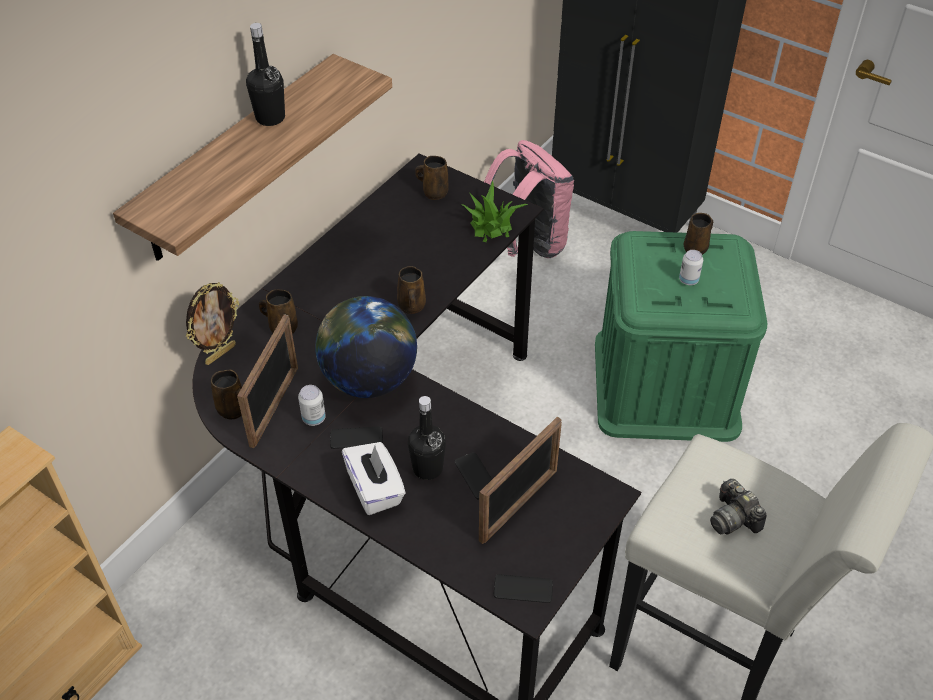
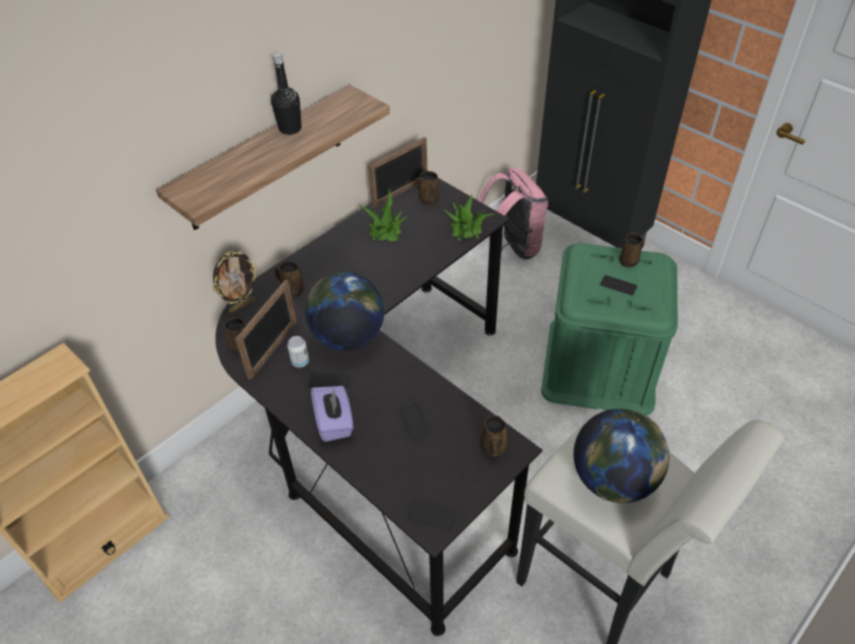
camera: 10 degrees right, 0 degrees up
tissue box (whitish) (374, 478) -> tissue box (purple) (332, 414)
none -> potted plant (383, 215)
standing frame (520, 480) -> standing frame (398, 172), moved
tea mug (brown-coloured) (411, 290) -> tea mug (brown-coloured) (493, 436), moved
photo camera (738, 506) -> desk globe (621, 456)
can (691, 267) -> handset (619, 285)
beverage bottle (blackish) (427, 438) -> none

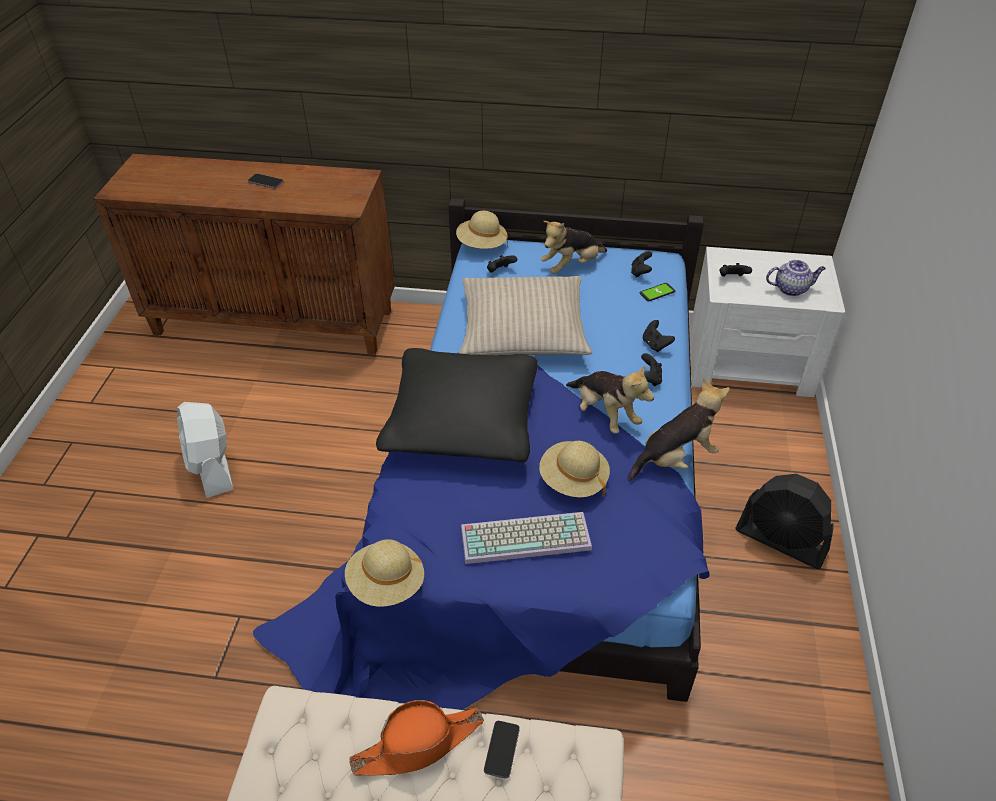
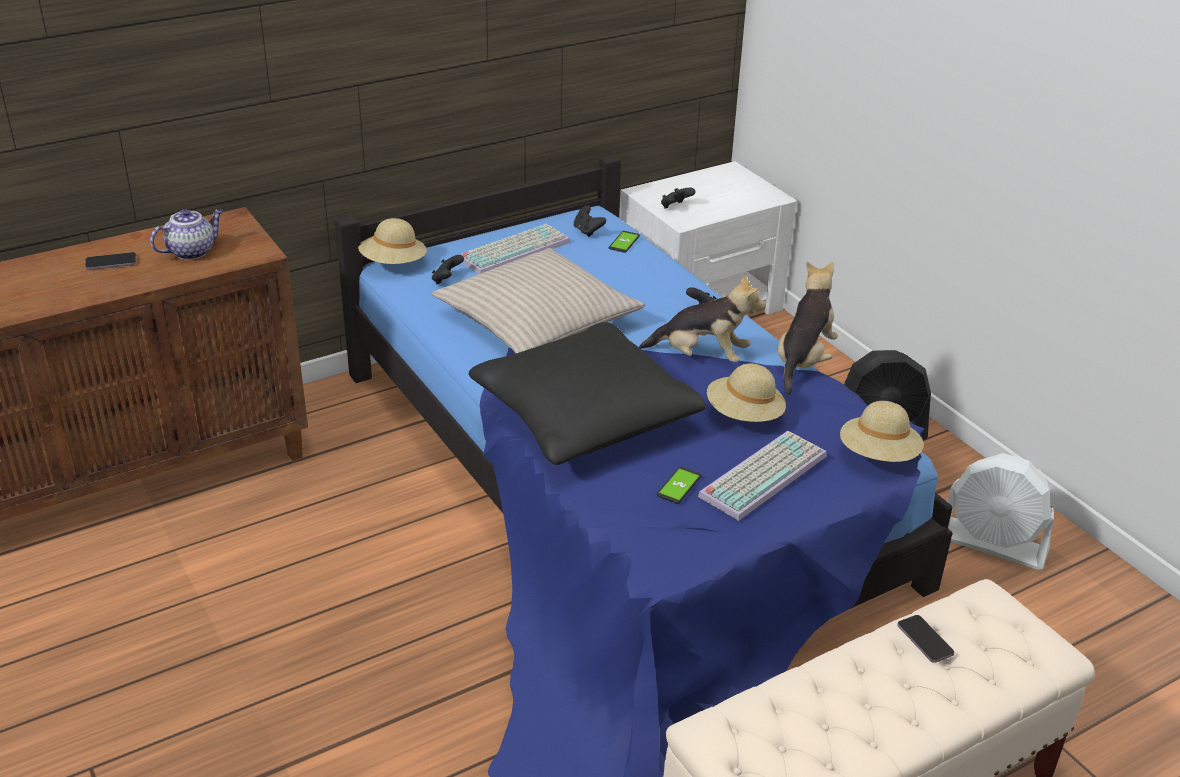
camera: 40 degrees left, 10 degrees down
tea pot (796, 278) -> tea pot (186, 234), moved
cuddly toy (574, 247) -> computer keyboard (515, 249)
none -> handset (679, 485)
clothing hat (beige) (384, 573) -> clothing hat (beige) (882, 431), moved
cooling fan (whitish) (205, 450) -> cooling fan (whitish) (1000, 511), moved
clothing hat (orange-coloured) (416, 738) -> none
game controller (blackish) (659, 336) -> none

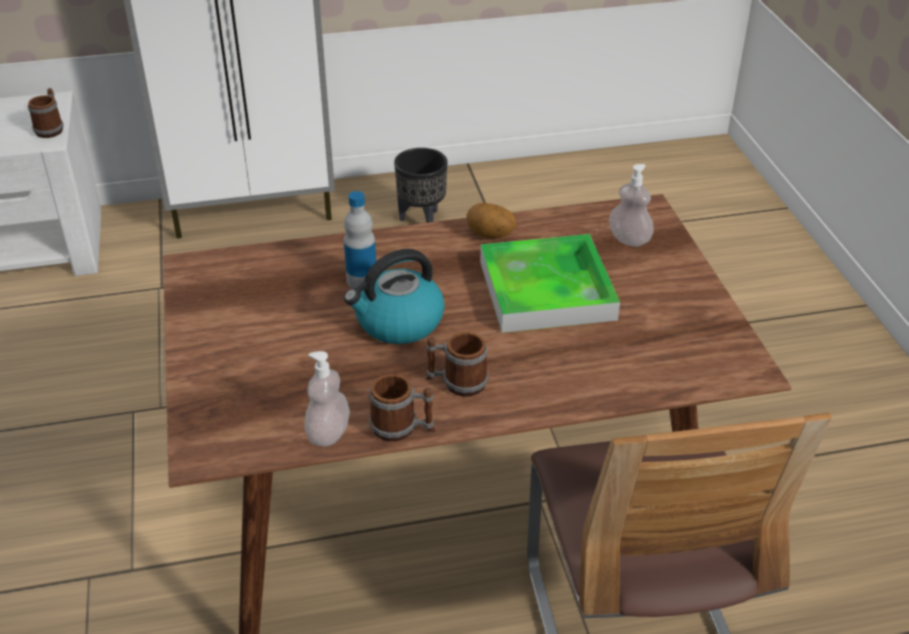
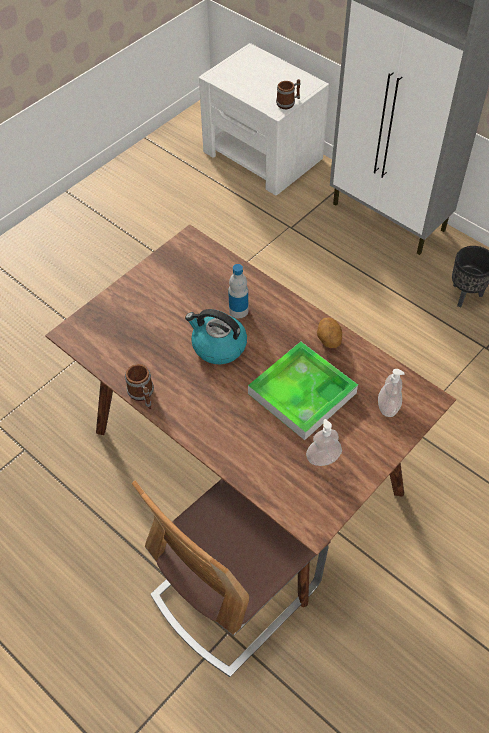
camera: 55 degrees right, 15 degrees up
liquid soap bottle (327, 399) -> liquid soap bottle (324, 442), moved
tea mug (457, 364) -> none

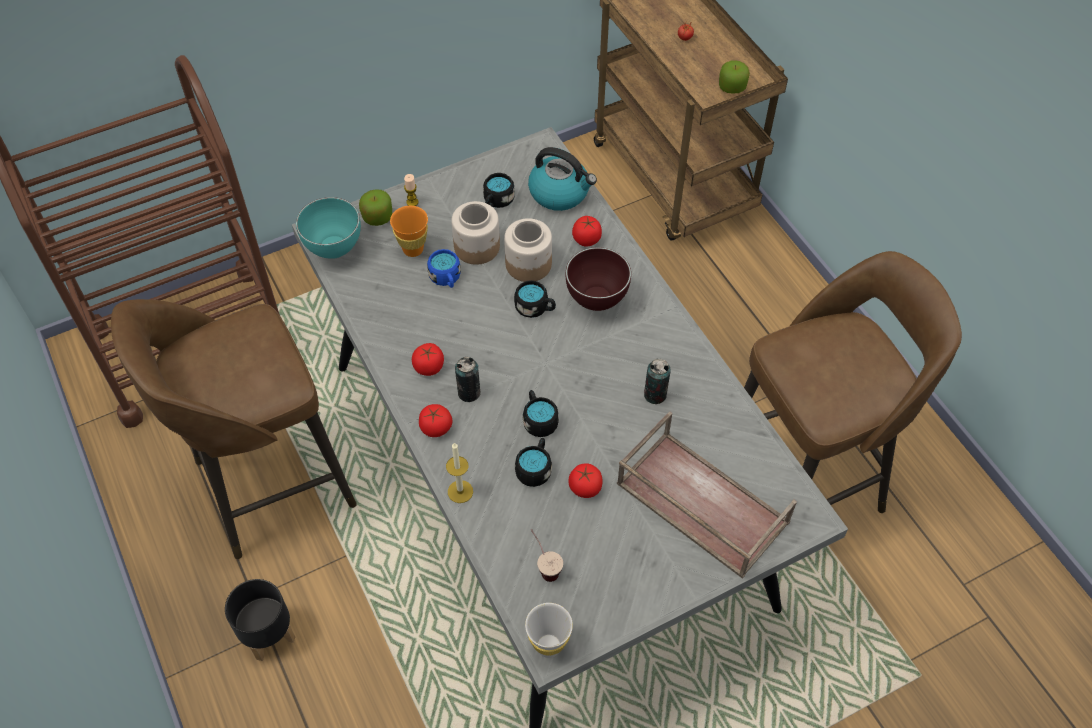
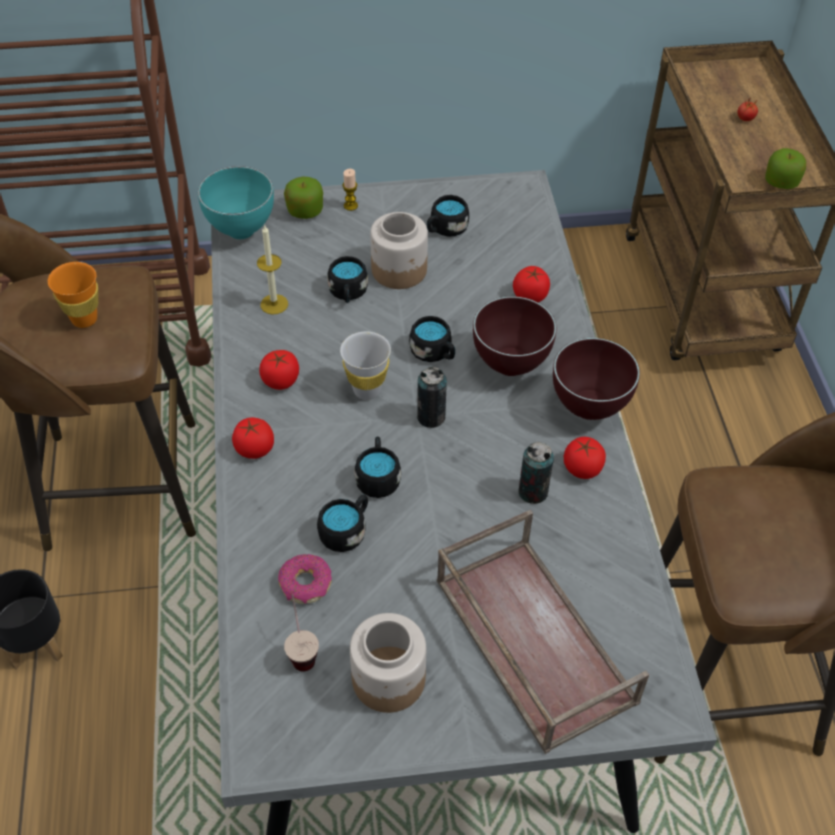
camera: 20 degrees right, 5 degrees down
small cup (orange-coloured) (409, 231) -> small cup (orange-coloured) (73, 295), moved
candle (459, 472) -> candle (272, 270), moved
none -> doughnut (305, 579)
tea mug (blue) (444, 268) -> tea mug (blackish) (347, 279)
small cup (whitish) (549, 630) -> small cup (whitish) (365, 365), moved
jar (528, 250) -> jar (388, 663), moved
can (467, 379) -> can (432, 397), moved
none -> deep dish (brown-coloured) (596, 379)
tomato (585, 480) -> tomato (585, 458), moved
water kettle (562, 179) -> none

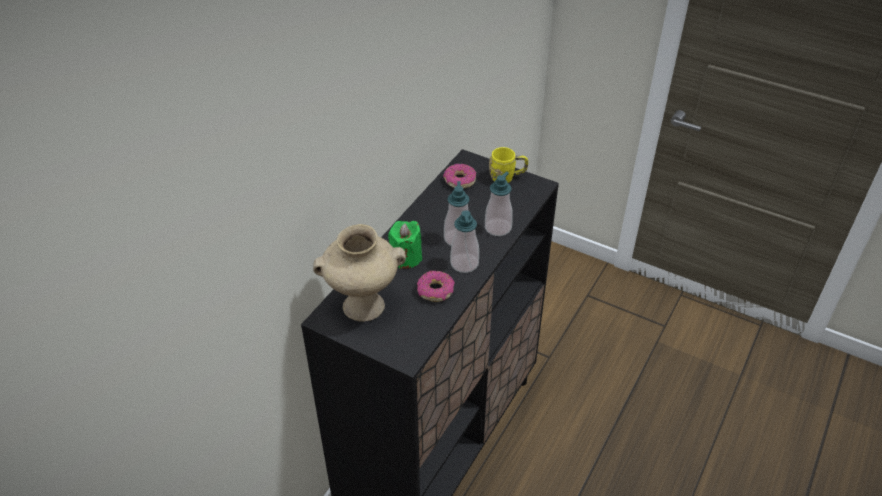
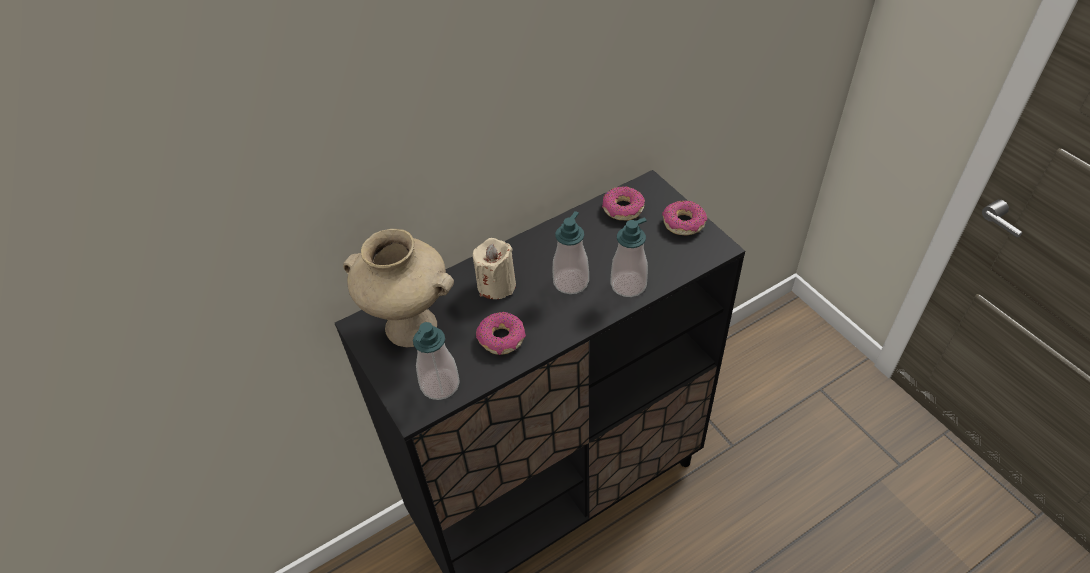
camera: 30 degrees right, 5 degrees up
liquid soap bottle (464, 241) -> liquid soap bottle (436, 361), moved
candle (green-coloured) (405, 245) -> candle (beige) (494, 268)
tea mug (yellowish) (508, 165) -> doughnut (684, 217)

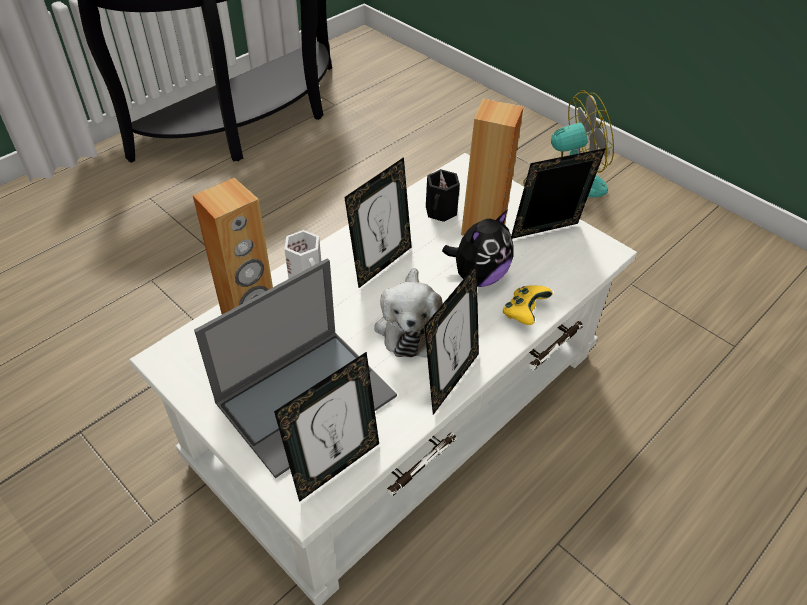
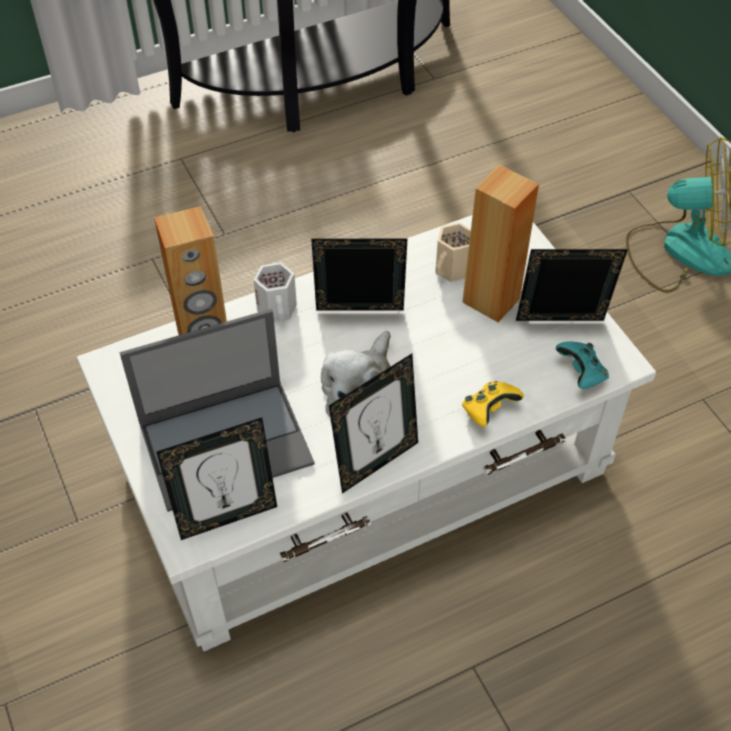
camera: 20 degrees right, 5 degrees up
standing frame (378, 222) -> standing frame (359, 275), 150 degrees counterclockwise
tea mug (blackish) (443, 195) -> tea mug (beige) (453, 252)
none -> game controller (blue-green) (582, 365)
cuddly toy (478, 248) -> none

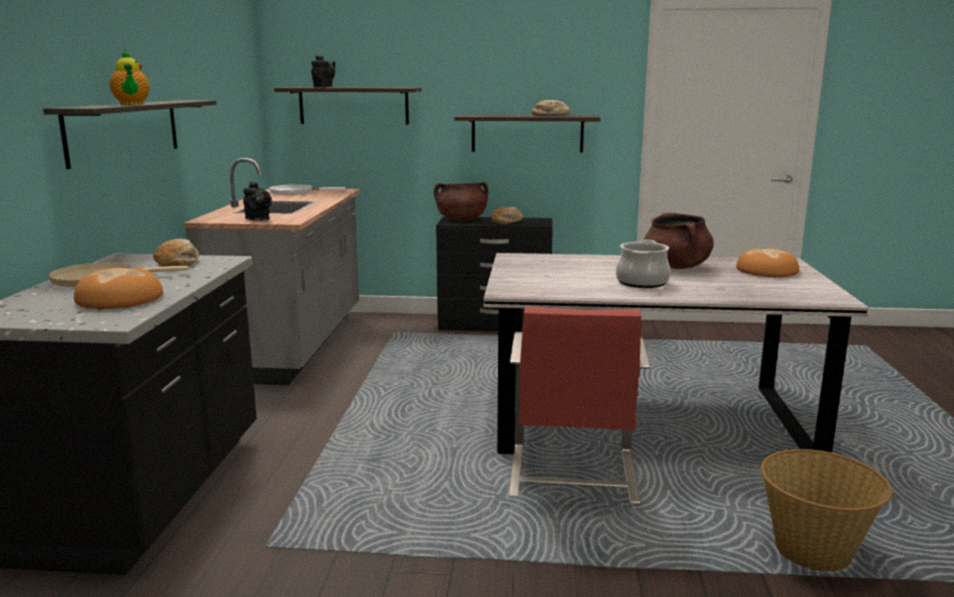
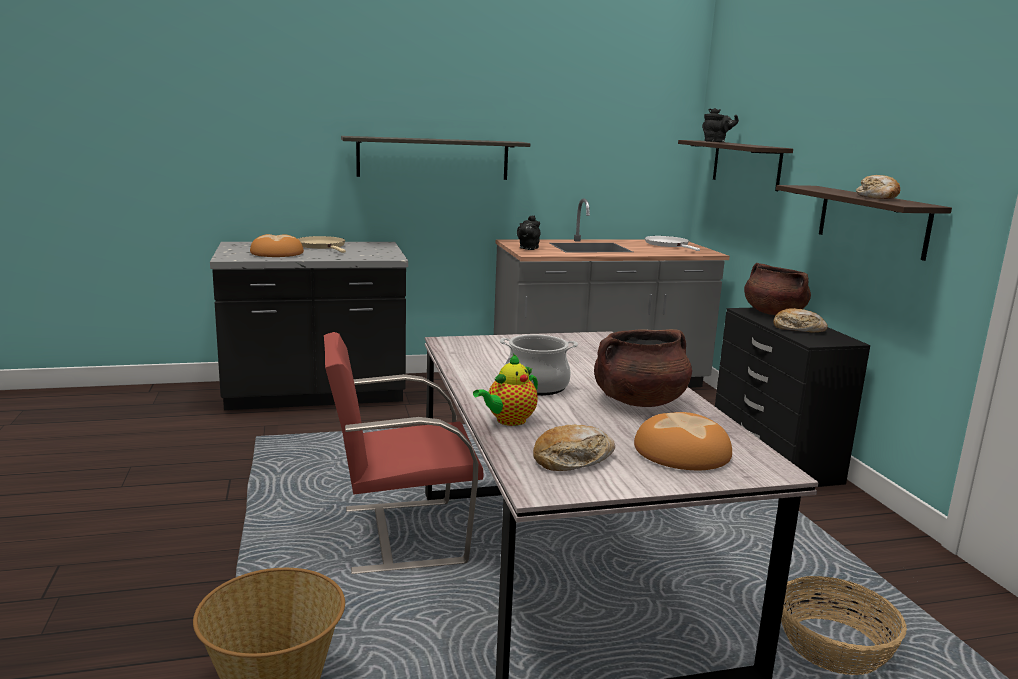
camera: 70 degrees right, 0 degrees up
tea pot (130, 76) -> tea pot (505, 390), moved
bread (176, 253) -> bread (574, 447), moved
none -> storage basket (844, 625)

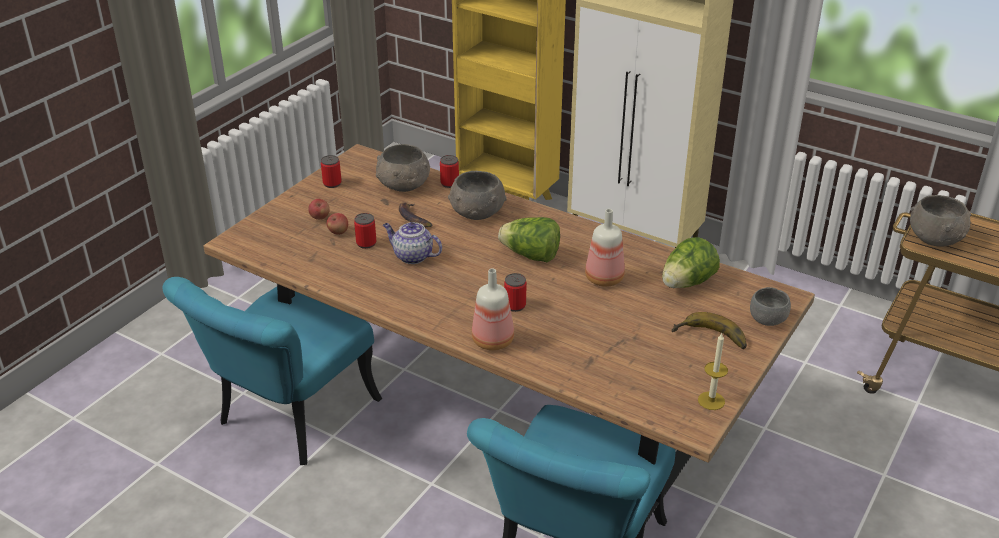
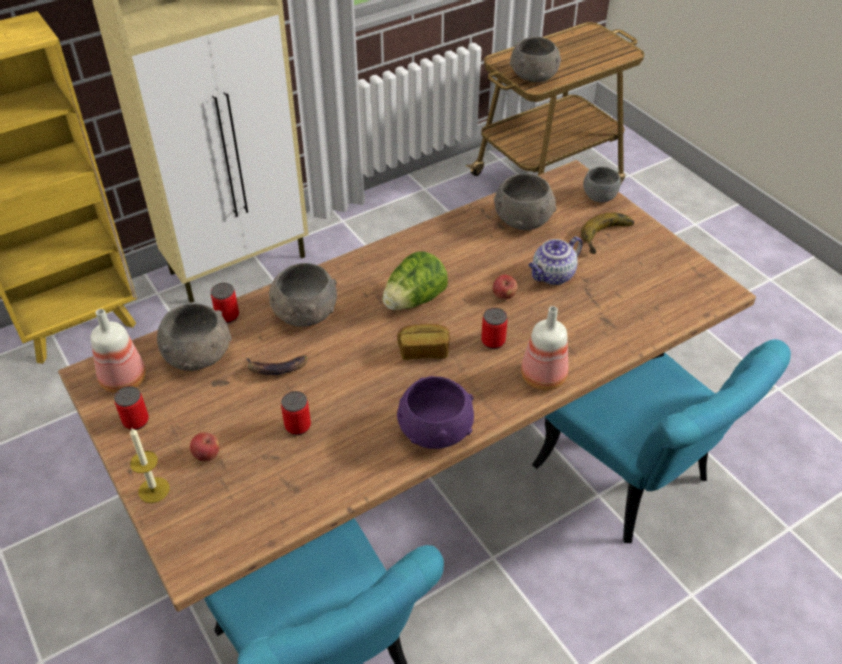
camera: 65 degrees left, 10 degrees up
beverage bottle (605, 248) -> beverage bottle (118, 351), moved
candle (713, 371) -> candle (150, 465), moved
none -> bread (423, 342)
none -> deep dish (purple) (435, 412)
whole apple (337, 224) -> whole apple (505, 287), moved
head of lettuce (691, 262) -> deep dish (grey) (525, 202)
tea pot (412, 243) -> tea pot (555, 260), moved

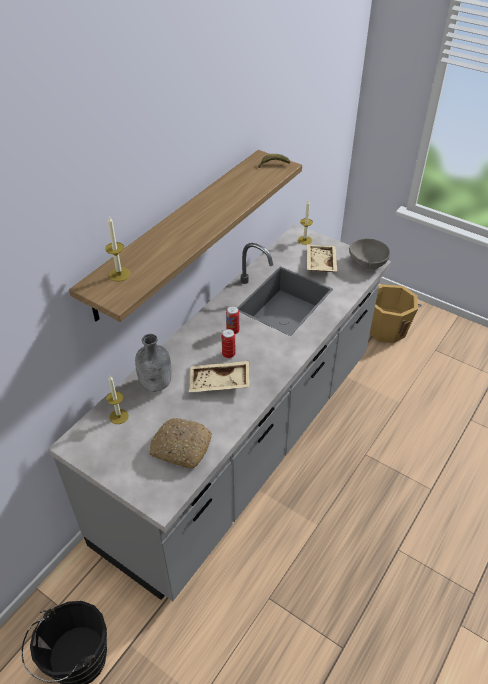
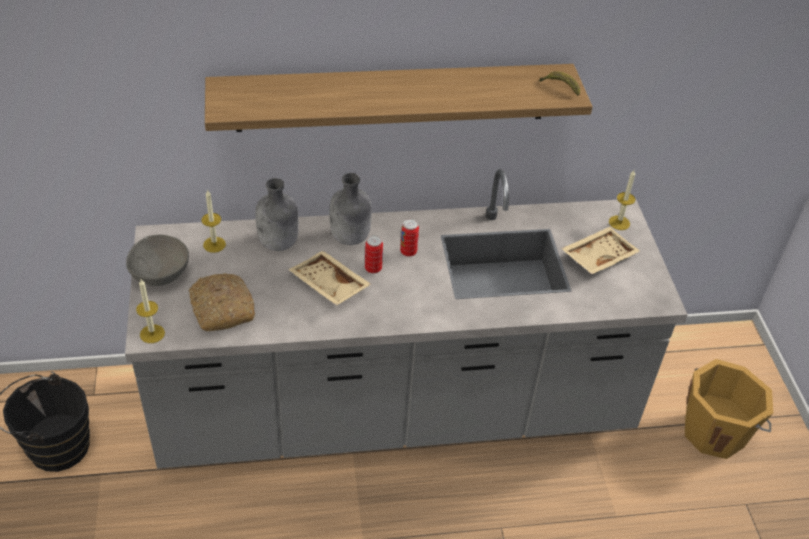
camera: 45 degrees right, 0 degrees up
deep dish (grey) (369, 254) -> deep dish (grey) (157, 260), moved
candle (117, 249) -> candle (150, 311), moved
none -> beverage bottle (grey) (351, 209)

